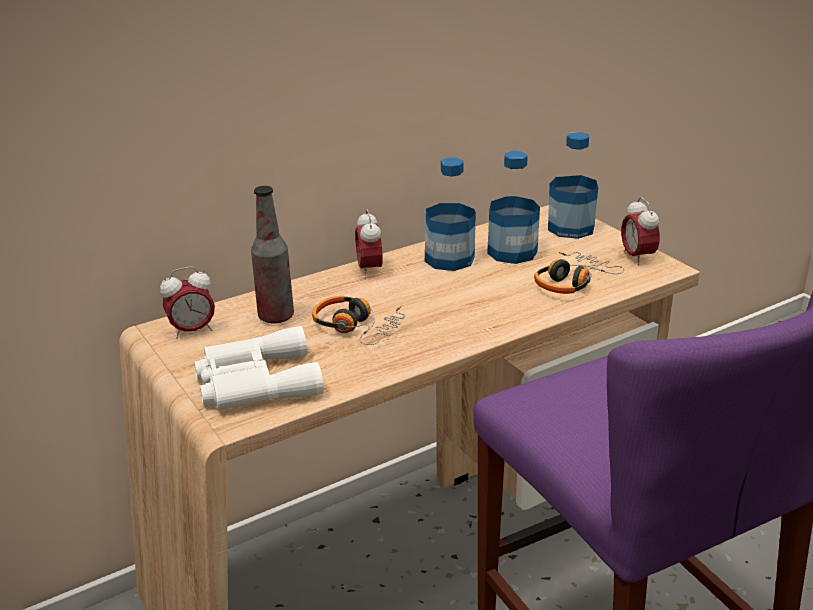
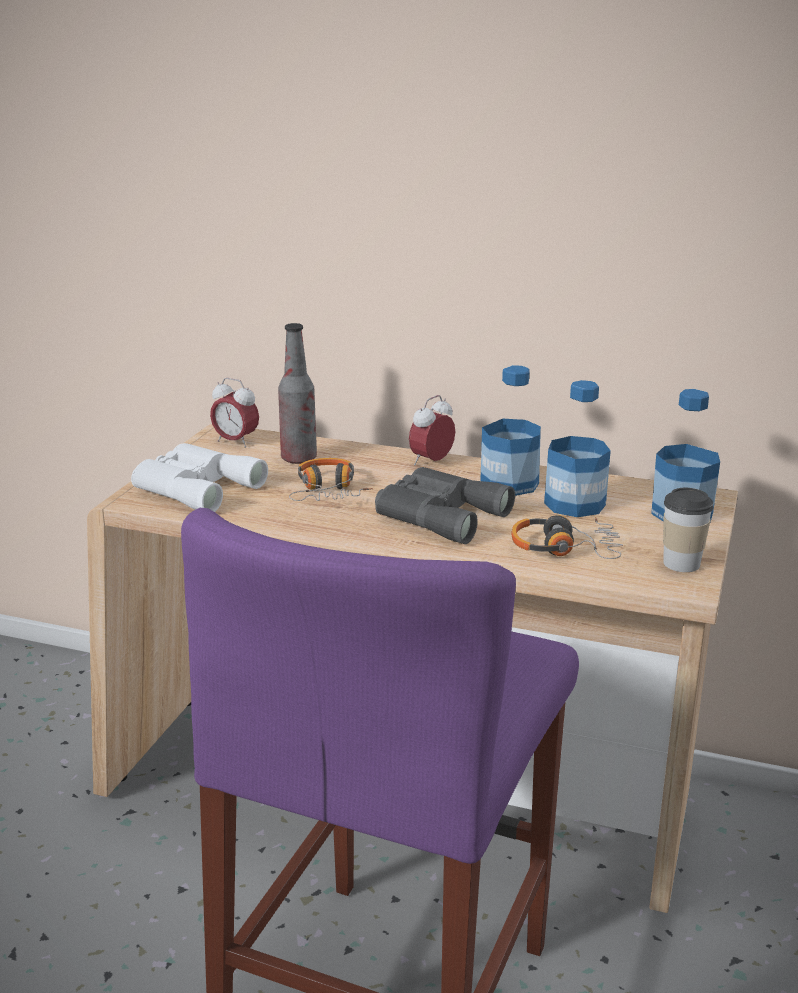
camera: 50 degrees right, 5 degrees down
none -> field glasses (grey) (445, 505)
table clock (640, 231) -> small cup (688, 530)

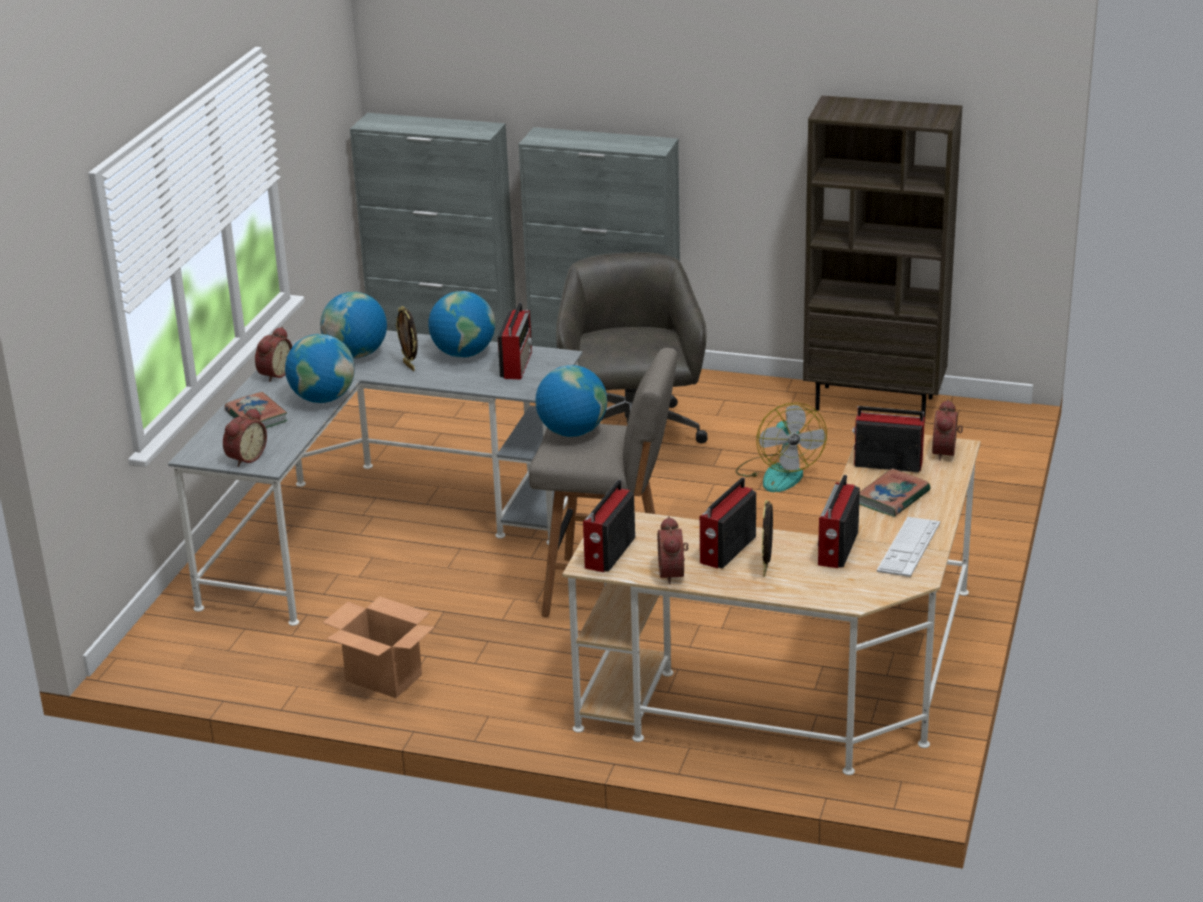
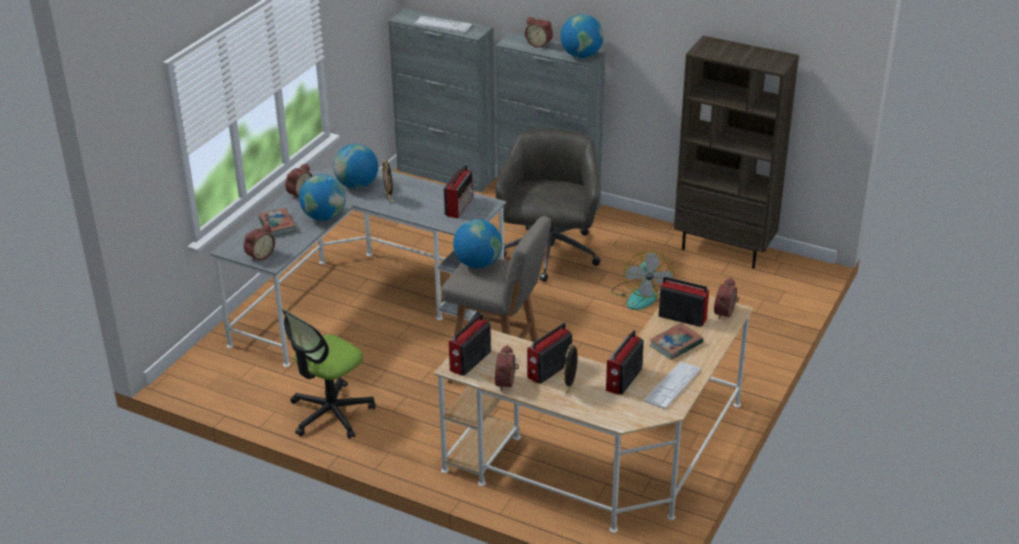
camera: 10 degrees right, 5 degrees up
cardboard box (379, 647) -> office chair (328, 374)
none -> computer keyboard (443, 24)
none -> table clock (539, 32)
desk globe (461, 324) -> desk globe (582, 36), moved

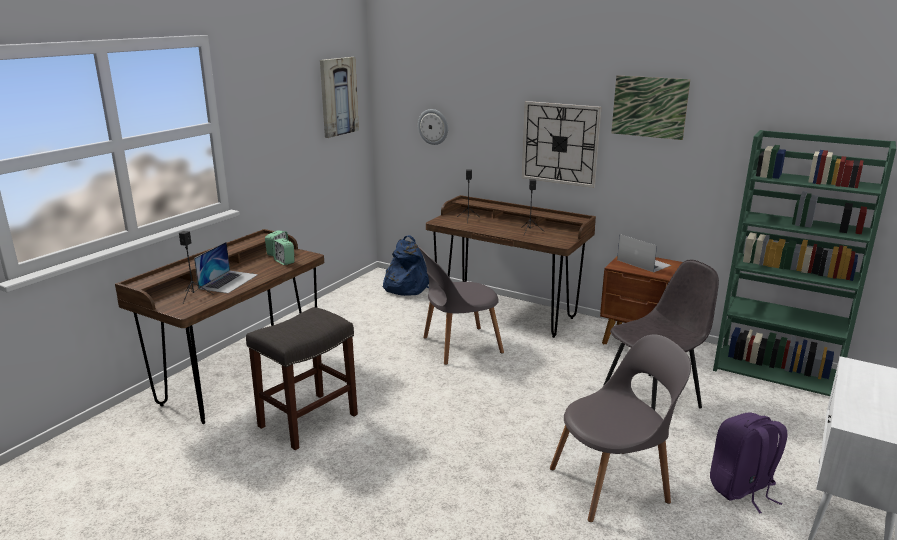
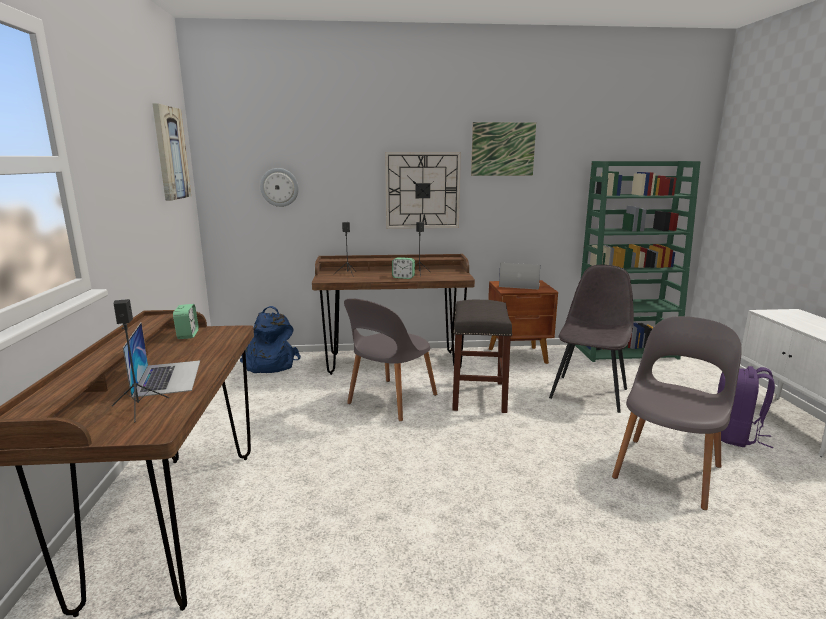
camera: 35 degrees left, 5 degrees down
table clock (283, 251) -> table clock (403, 268), moved
sitting stool (grey) (302, 378) -> sitting stool (grey) (482, 356), moved

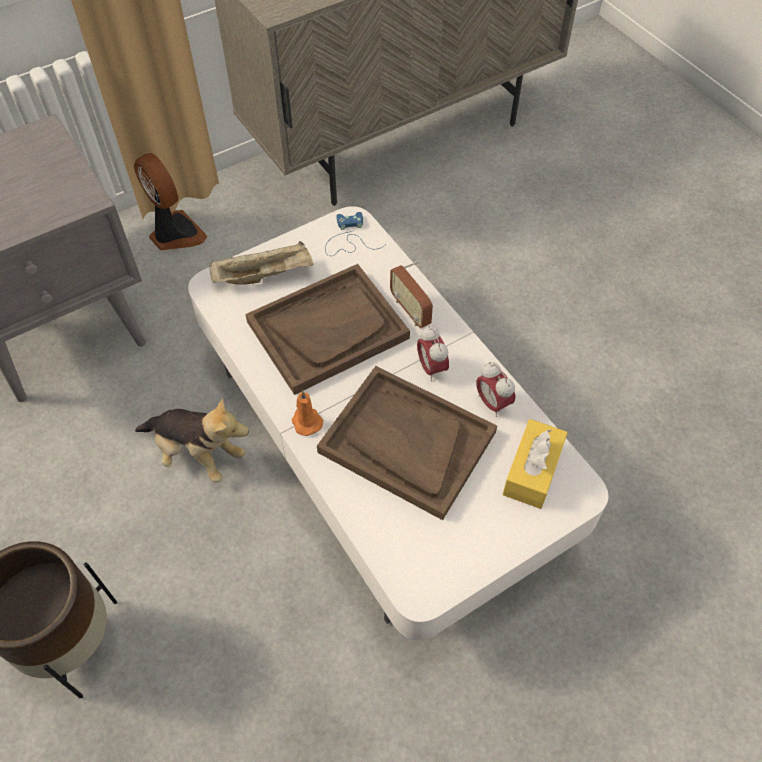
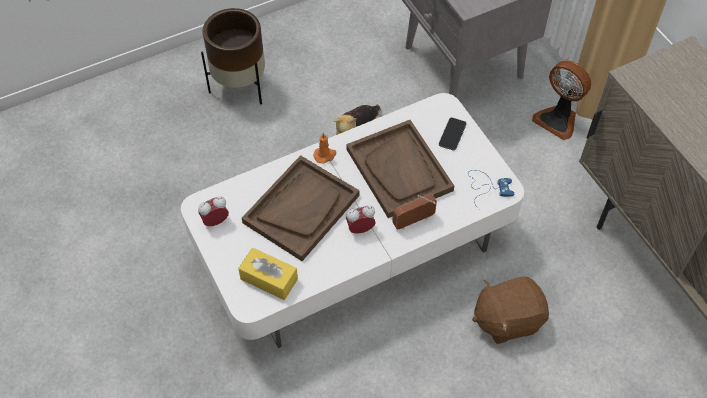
camera: 95 degrees right, 0 degrees up
table clock (495, 389) -> table clock (213, 211), moved
tray (beige) (261, 263) -> handset (453, 134)
none -> cuddly toy (brown-coloured) (510, 310)
cooling fan (170, 201) -> cooling fan (561, 100), 75 degrees clockwise

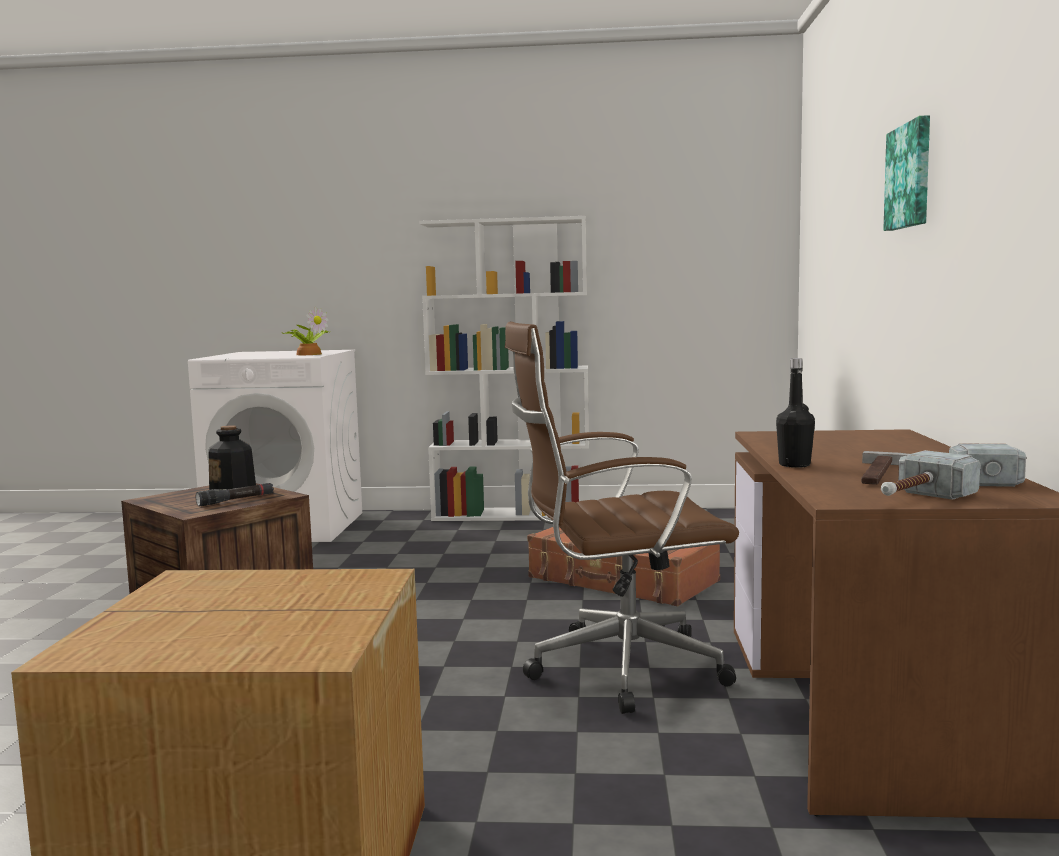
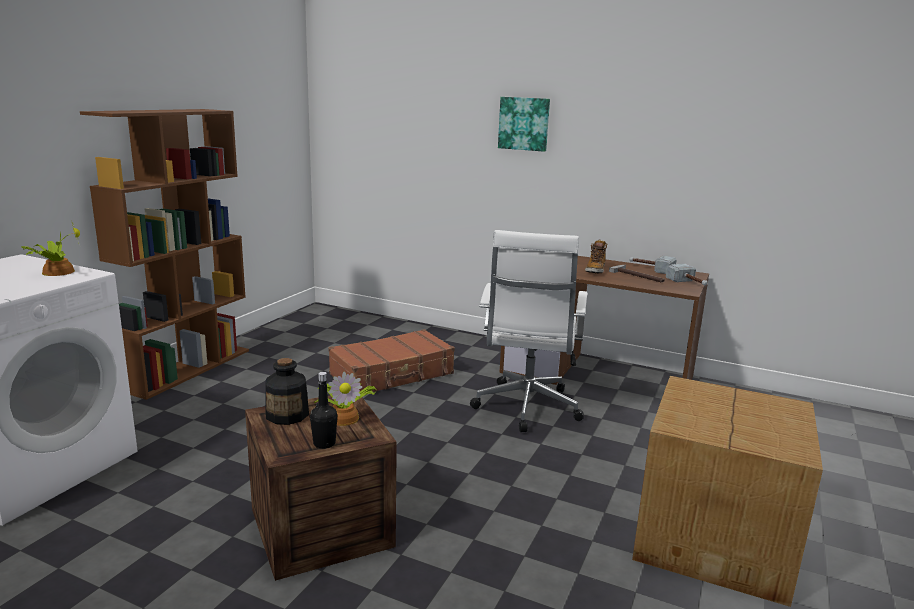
camera: 70 degrees left, 10 degrees up
shelving unit (whitish) (504, 368) -> shelving unit (brown-coloured) (164, 254)
beverage bottle (blackish) (795, 413) -> beverage bottle (blackish) (323, 410), moved
flashlight (blackish) (235, 494) -> potted plant (345, 399)
office chair (brown-coloured) (622, 518) -> office chair (whitish) (528, 331)
none -> high-top boot (596, 256)

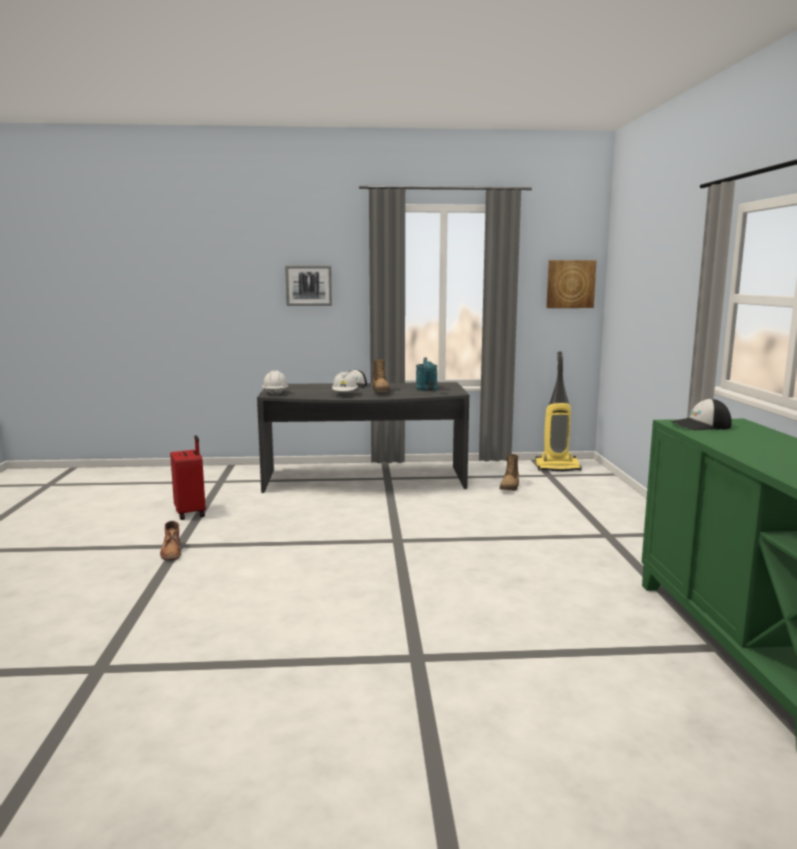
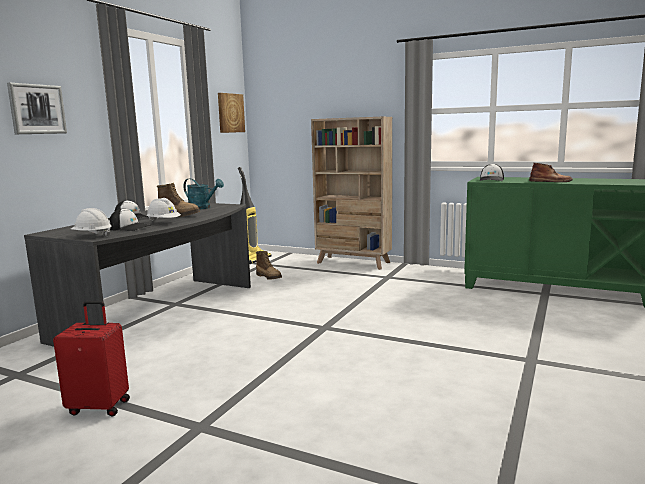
camera: 60 degrees left, 0 degrees up
none -> baseball cap (130, 219)
none -> shelving unit (beige) (351, 193)
high-top boot (brown-coloured) (170, 541) -> high-top boot (brown-coloured) (551, 172), moved

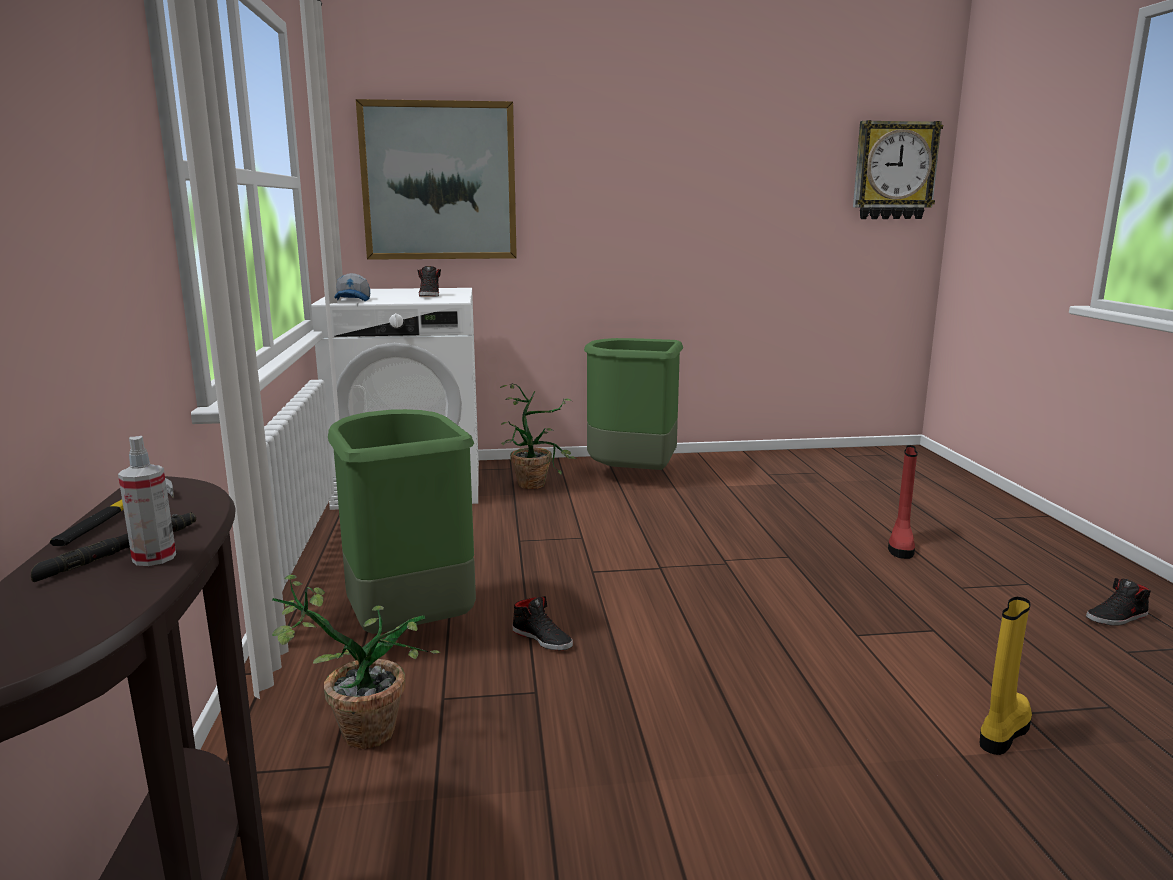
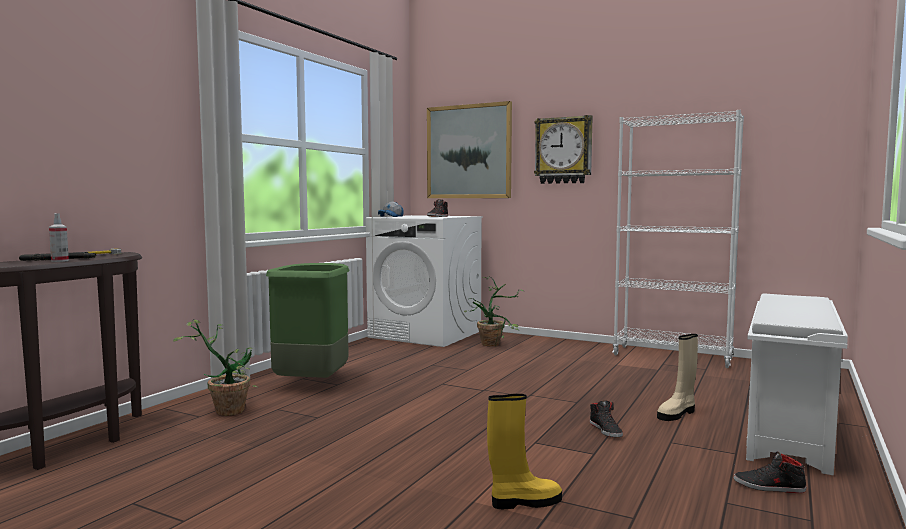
camera: 35 degrees right, 10 degrees down
wall clock (898, 169) -> wall clock (563, 149), moved
item of footwear (blackish) (542, 623) -> item of footwear (blackish) (606, 418), moved
none -> shelving unit (whitish) (678, 239)
high-top boot (red) (903, 502) -> high-top boot (beige) (677, 377)
none -> shoe shelf (whitish) (797, 385)
trash can (green-coloured) (633, 404) -> none

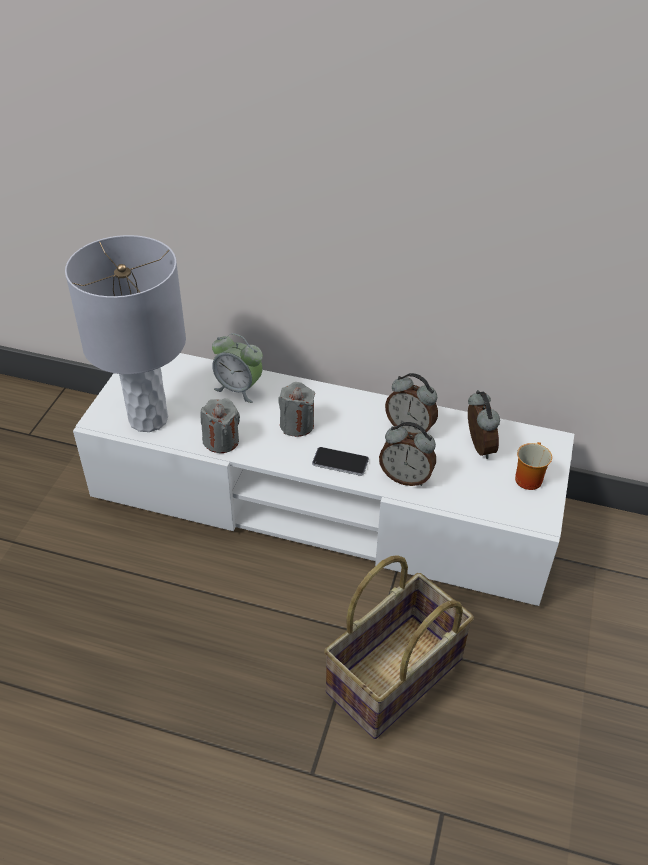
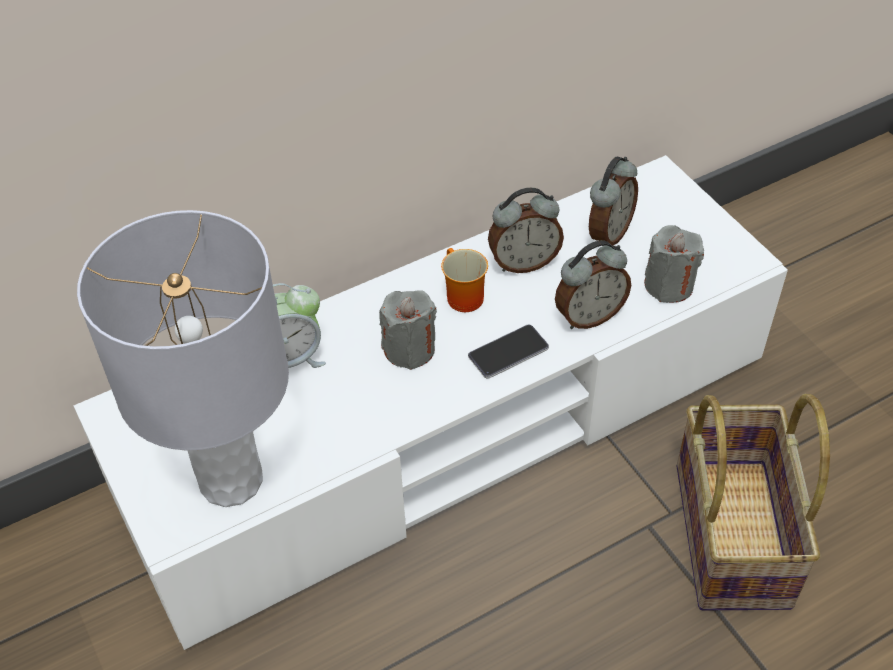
camera: 45 degrees left, 5 degrees up
tea mug (533, 466) -> tea mug (464, 280), moved
table clock (484, 424) -> table clock (613, 201), 90 degrees clockwise
candle (grey) (220, 425) -> candle (grey) (674, 264), moved

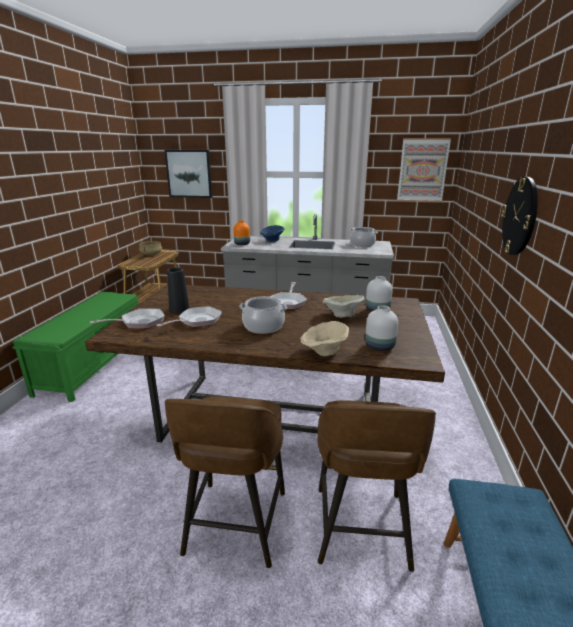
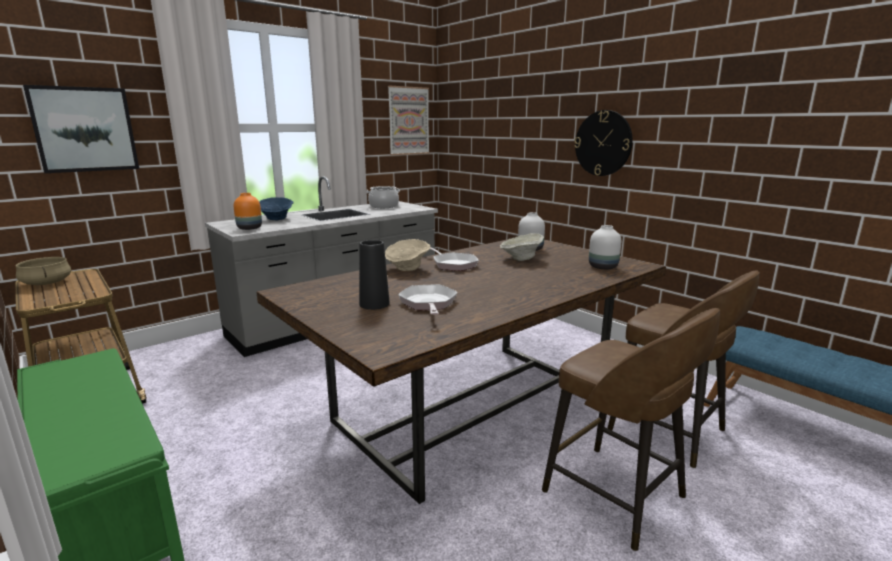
camera: 50 degrees left, 5 degrees down
deep dish (beige) (324, 338) -> deep dish (beige) (408, 255), moved
frying pan (127, 318) -> none
saucepot (263, 315) -> none

